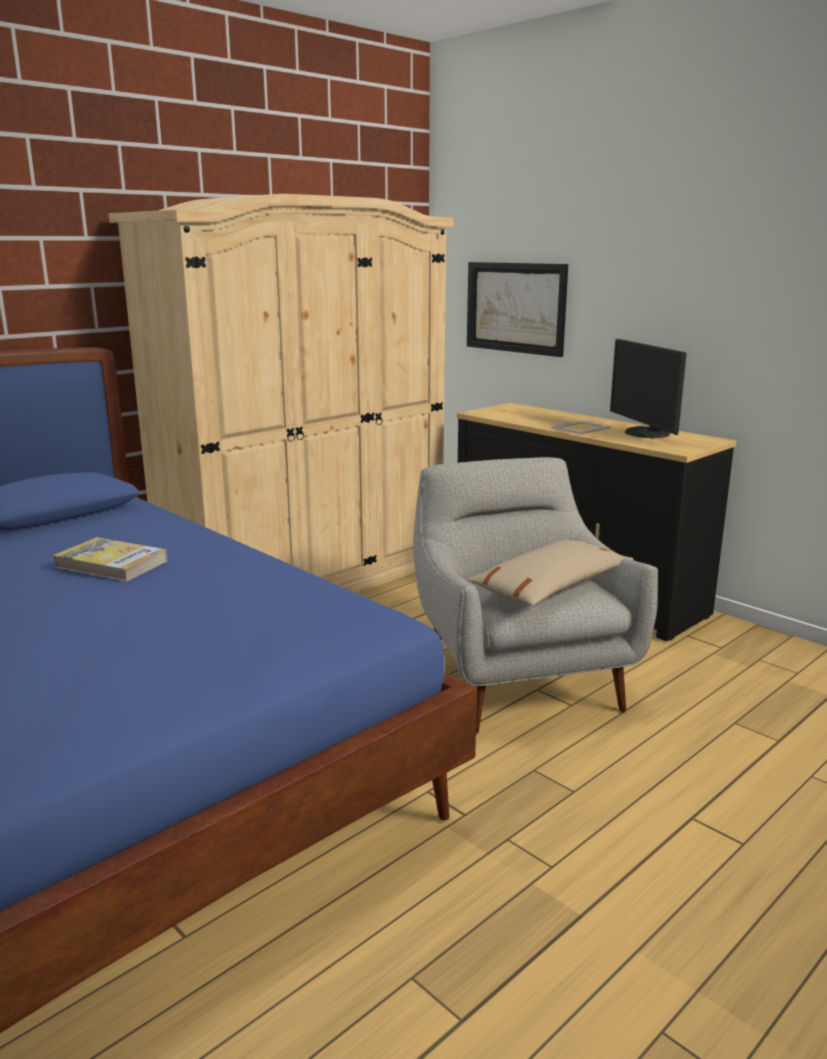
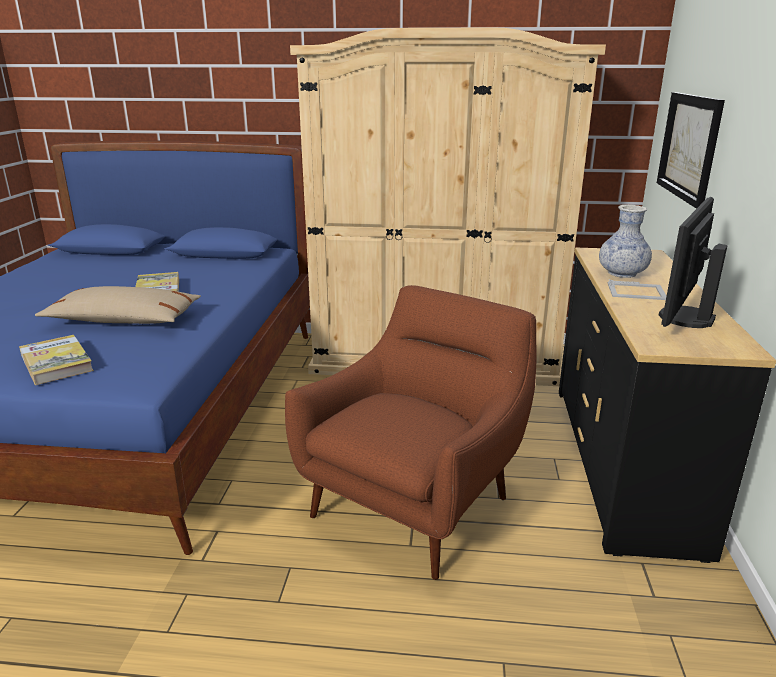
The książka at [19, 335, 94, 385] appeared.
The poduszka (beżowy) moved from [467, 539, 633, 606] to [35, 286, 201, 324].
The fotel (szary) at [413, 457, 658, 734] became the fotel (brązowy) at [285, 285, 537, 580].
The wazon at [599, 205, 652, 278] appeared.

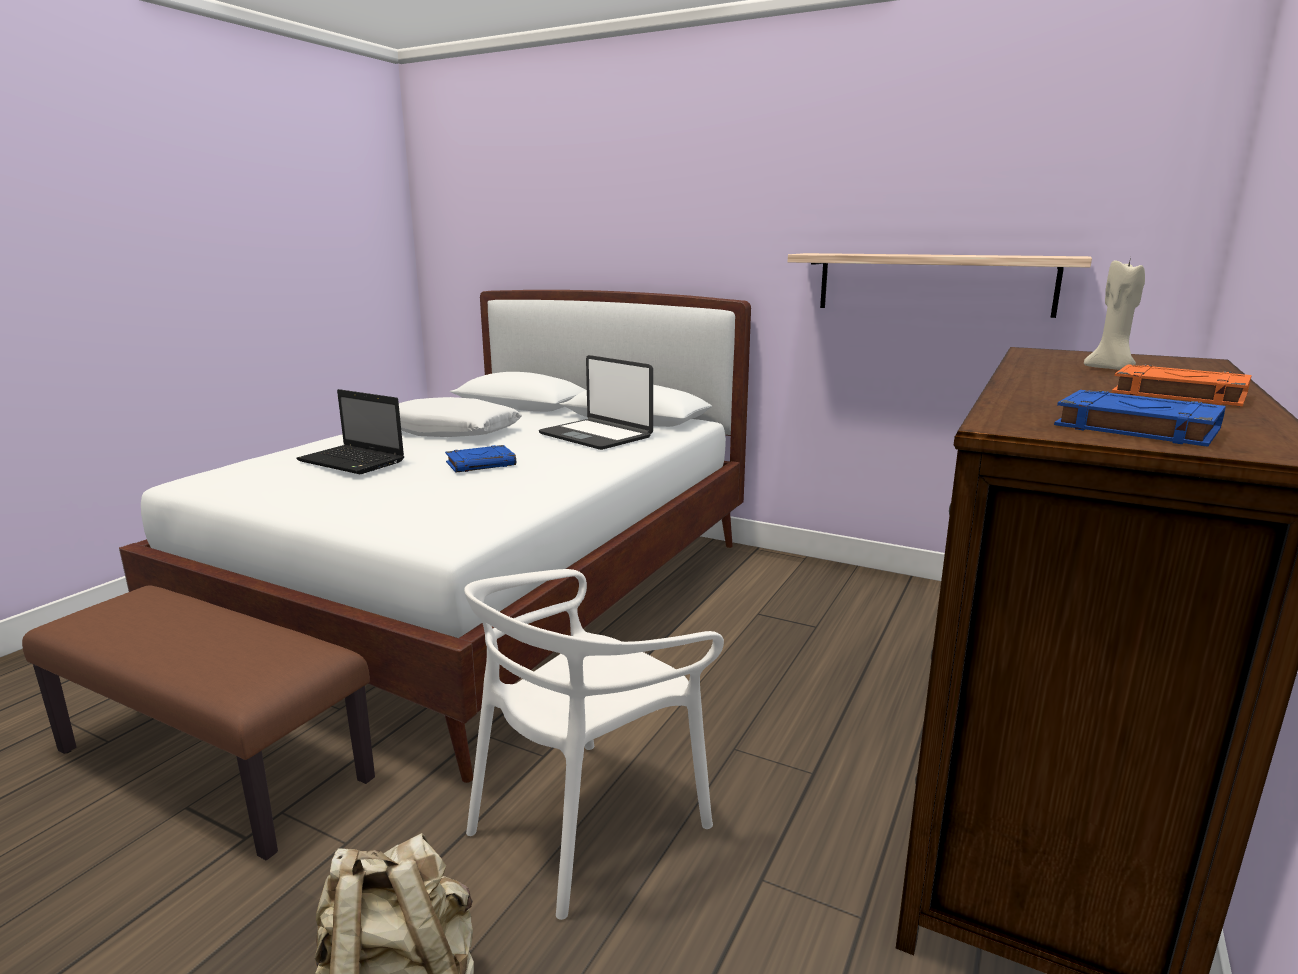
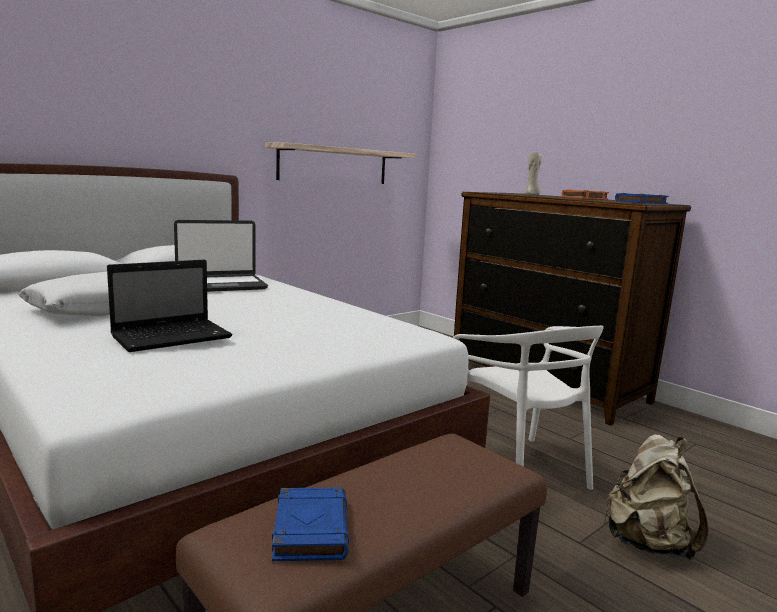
The książka (niebieski) moved from [445, 445, 516, 473] to [272, 488, 349, 561].

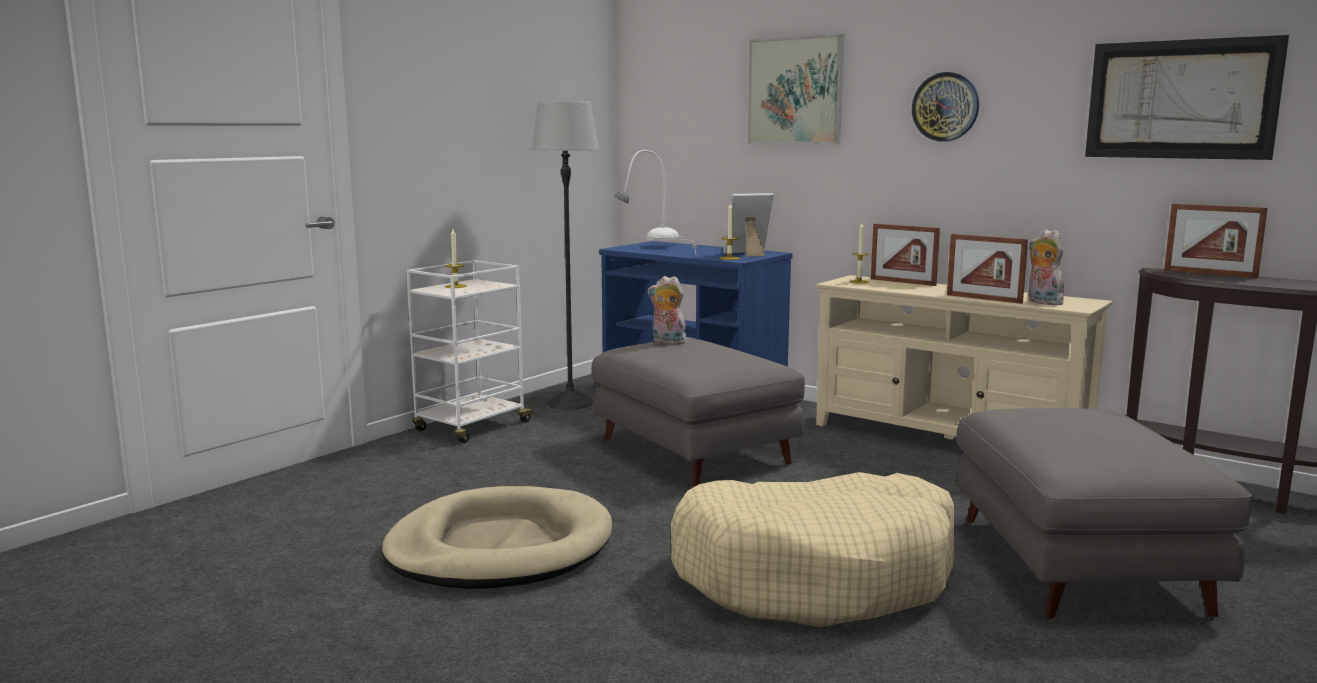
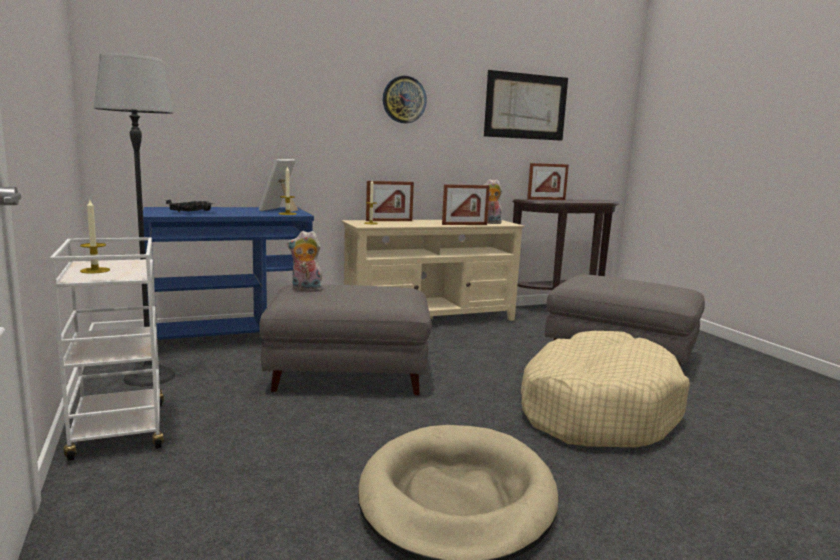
The lampa stołowa (biały) at [614, 150, 697, 255] was replaced by the taca (czarny) at [166, 200, 215, 212].
The pluszak at [648, 276, 686, 345] turned 45 degrees clockwise.
The obraz at [747, 34, 844, 144] disappeared.

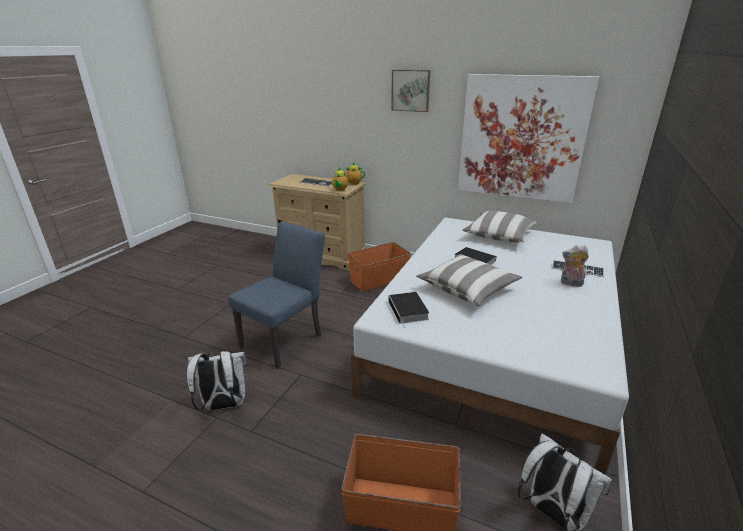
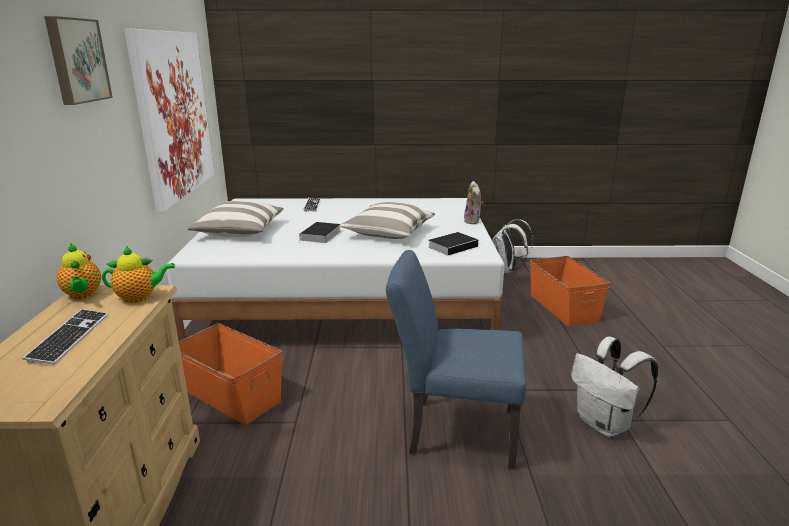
The pluszak moved from [561, 245, 589, 287] to [464, 181, 483, 224].

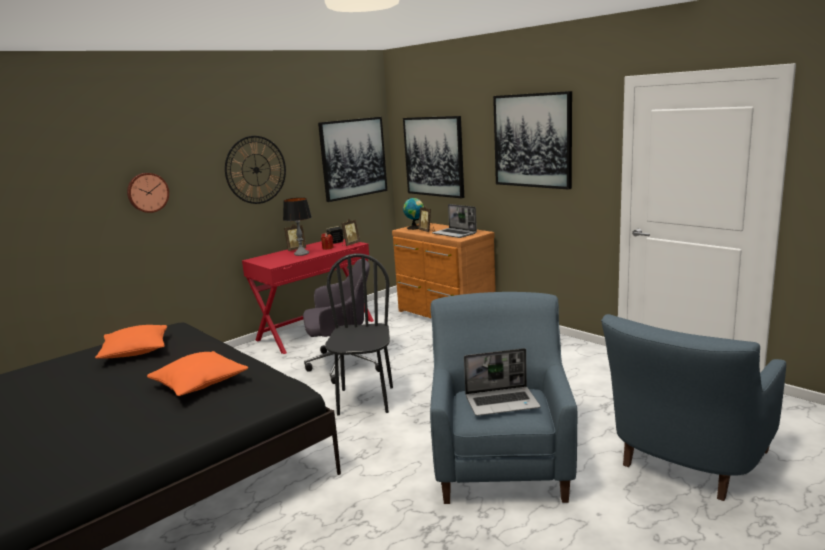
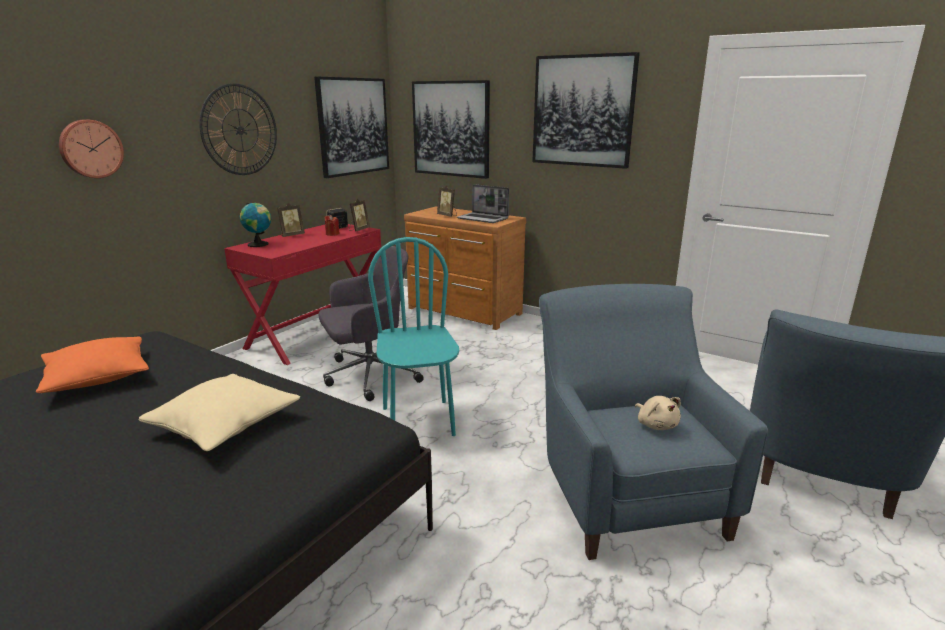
The poduszka (pomarańczowy) at [147, 351, 248, 396] became the poduszka (beżowy) at [139, 374, 300, 451].
The globus moved from [403, 198, 424, 230] to [240, 203, 271, 247].
The krzesło (czarny) at [325, 253, 393, 416] became the krzesło (turkusowy) at [368, 237, 459, 436].
The laptop at [464, 348, 541, 416] was replaced by the pluszak (beżowy) at [635, 396, 681, 430].
The lampa stołowa at [283, 198, 312, 256] disappeared.

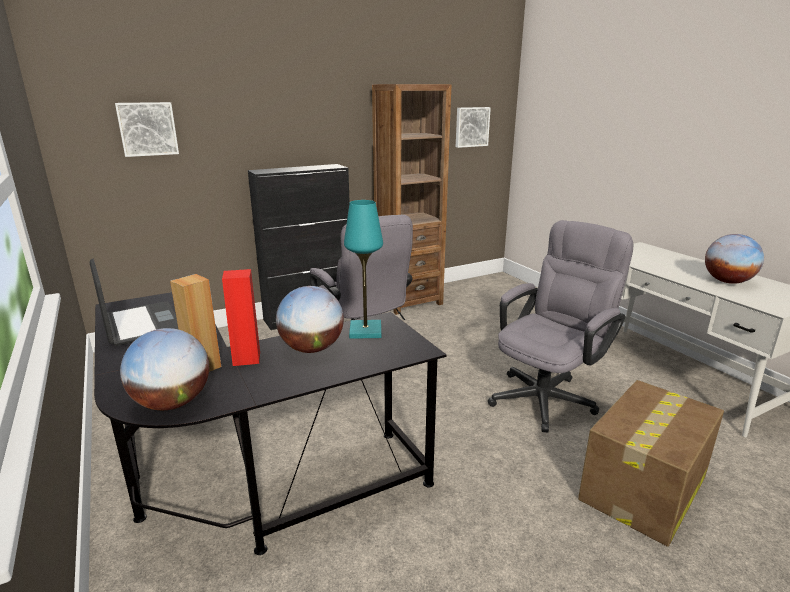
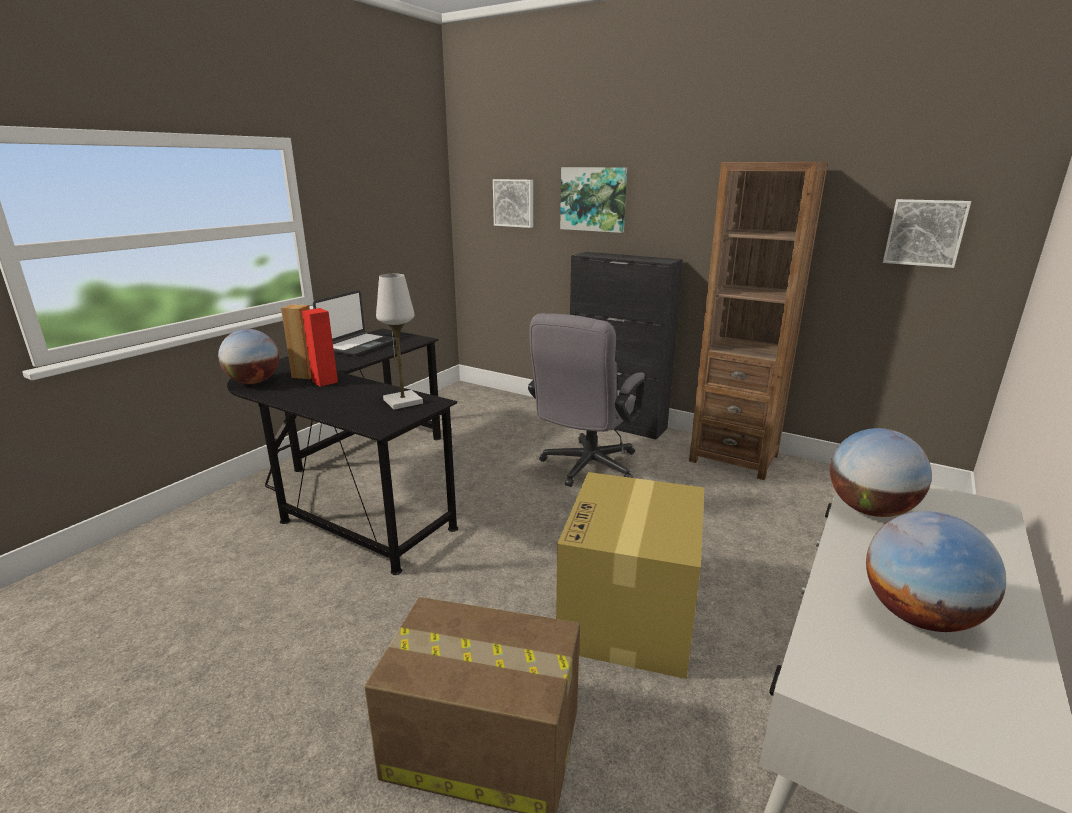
The lampa stołowa (turkusowy) at [344, 200, 383, 339] became the lampa stołowa (biały) at [376, 274, 423, 410].
The krzesło biurowe (szary) at [488, 220, 633, 433] was replaced by the karton at [556, 472, 704, 679].
The obraz at [560, 167, 627, 233] appeared.
The globus moved from [276, 286, 344, 353] to [830, 428, 932, 517].

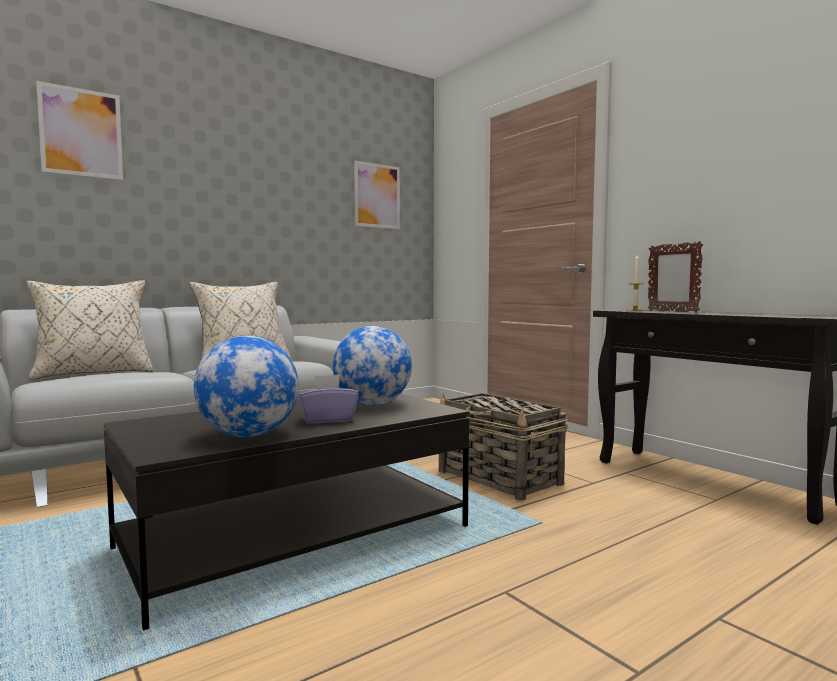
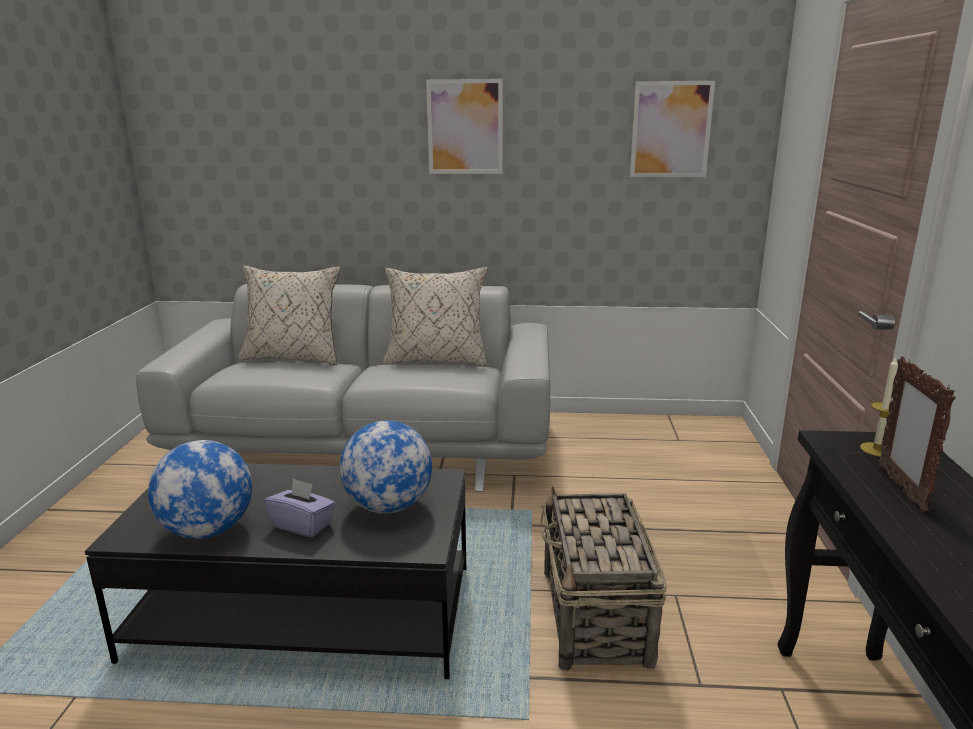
The obraz moved from [36, 81, 123, 180] to [426, 79, 503, 174].

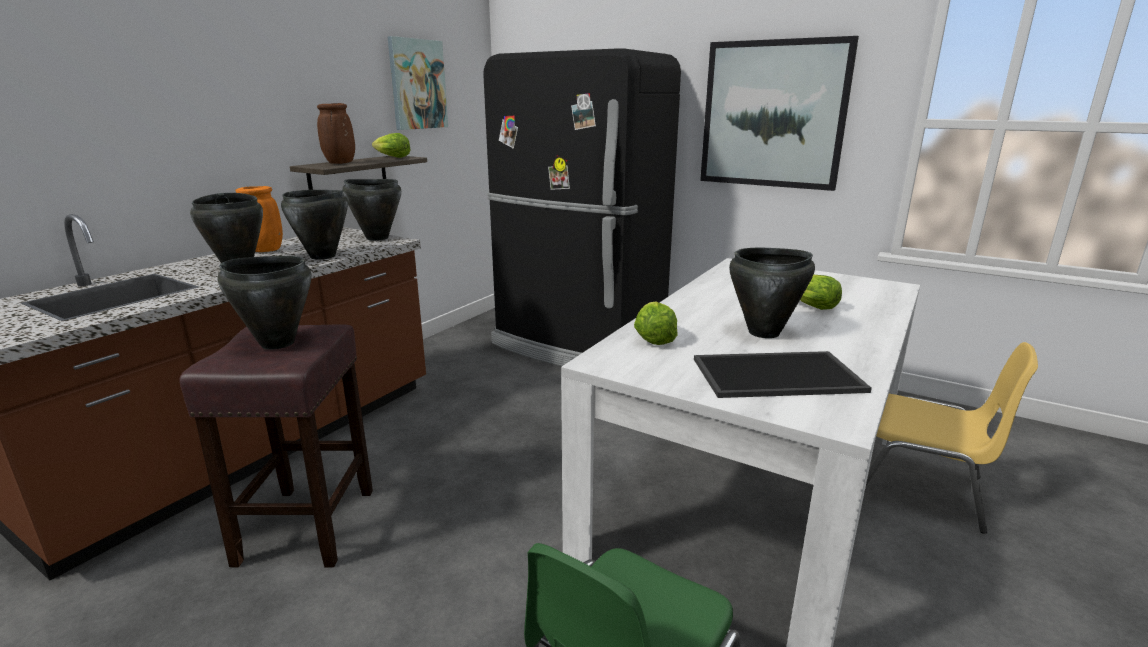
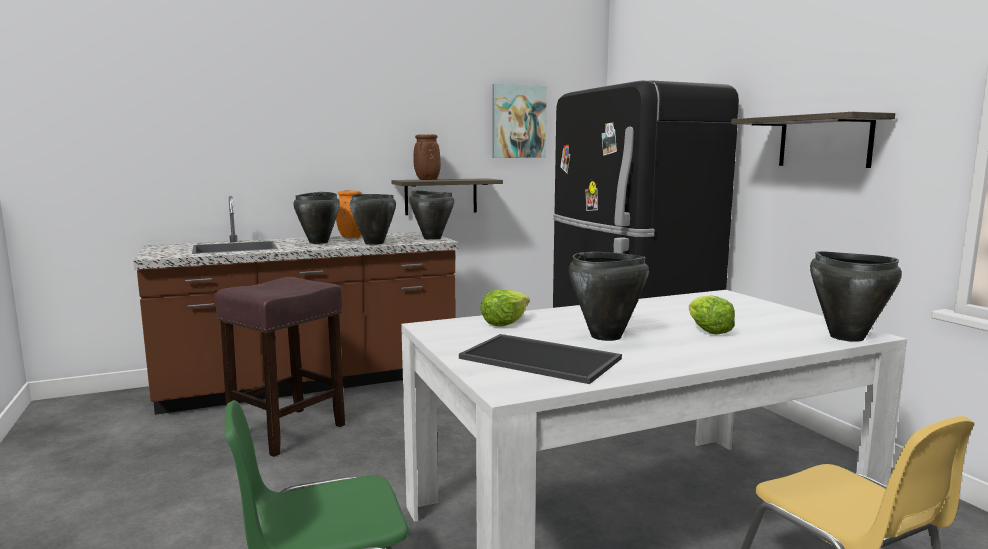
The obraz at [700, 36, 859, 191] was replaced by the półka at [731, 112, 895, 168].
The garnek (czarny) moved from [217, 256, 311, 350] to [810, 251, 902, 342].
The sałata at [372, 133, 410, 158] disappeared.

